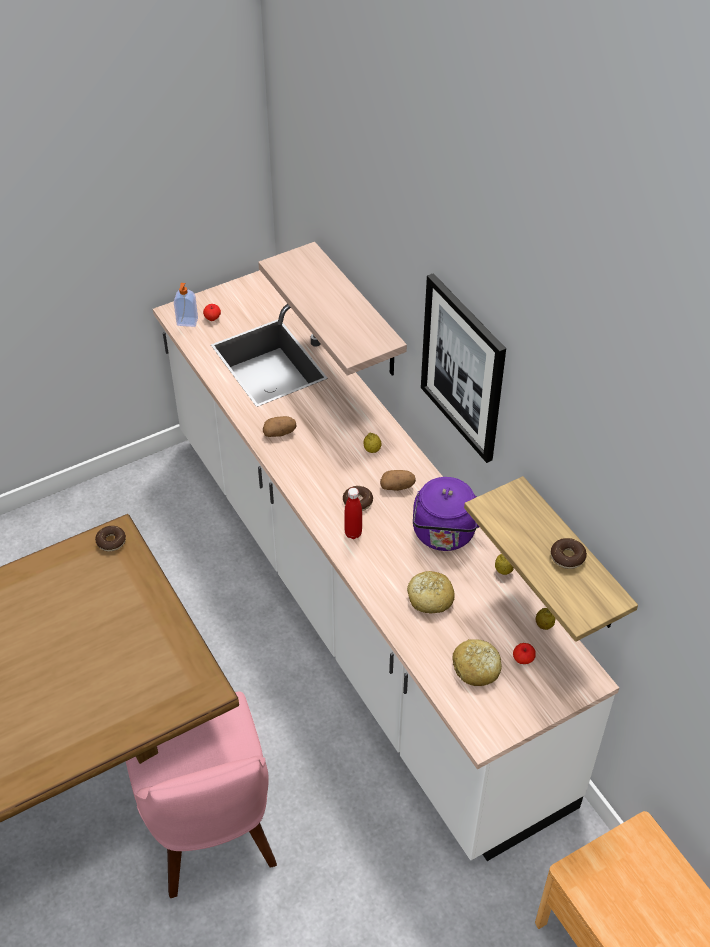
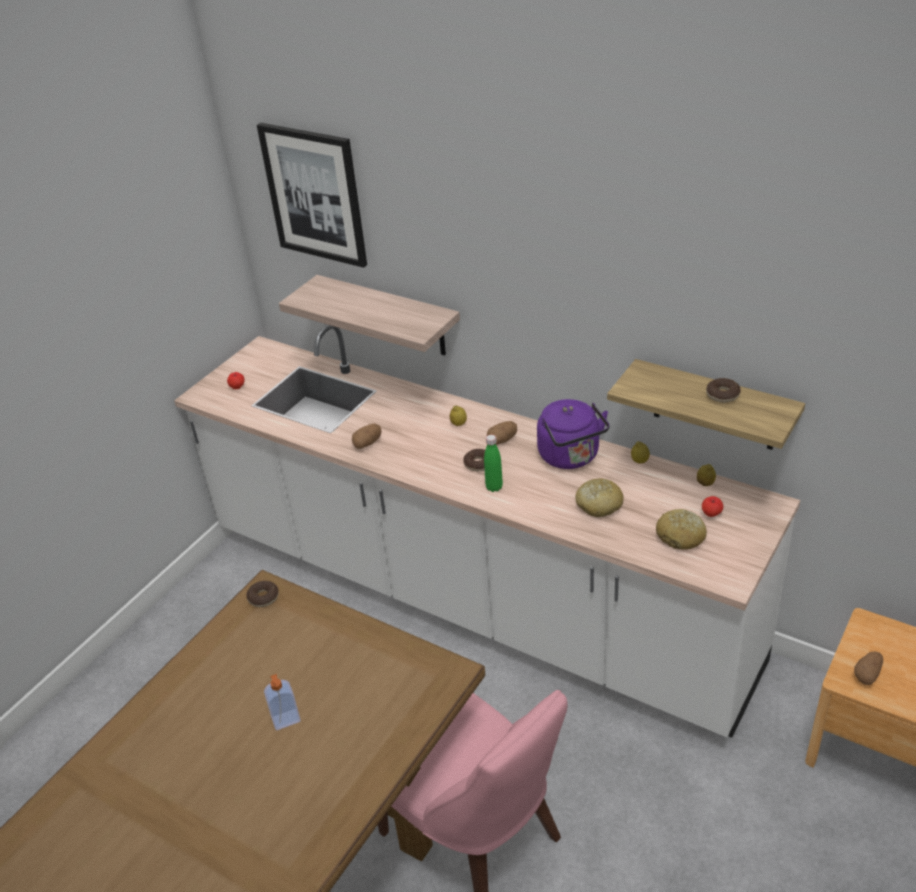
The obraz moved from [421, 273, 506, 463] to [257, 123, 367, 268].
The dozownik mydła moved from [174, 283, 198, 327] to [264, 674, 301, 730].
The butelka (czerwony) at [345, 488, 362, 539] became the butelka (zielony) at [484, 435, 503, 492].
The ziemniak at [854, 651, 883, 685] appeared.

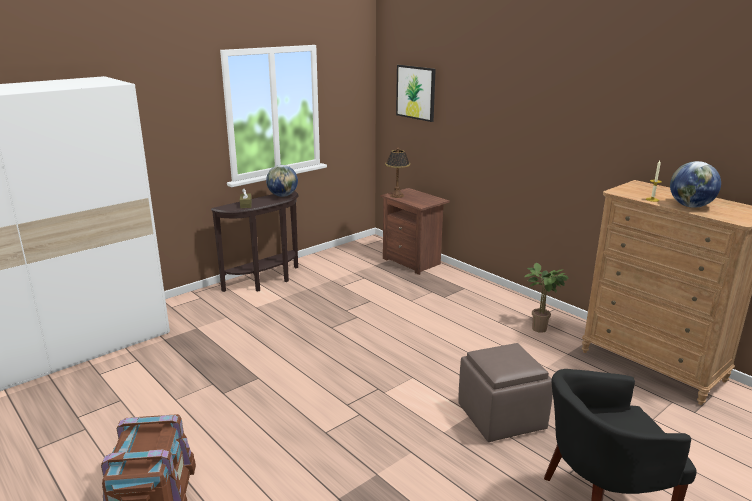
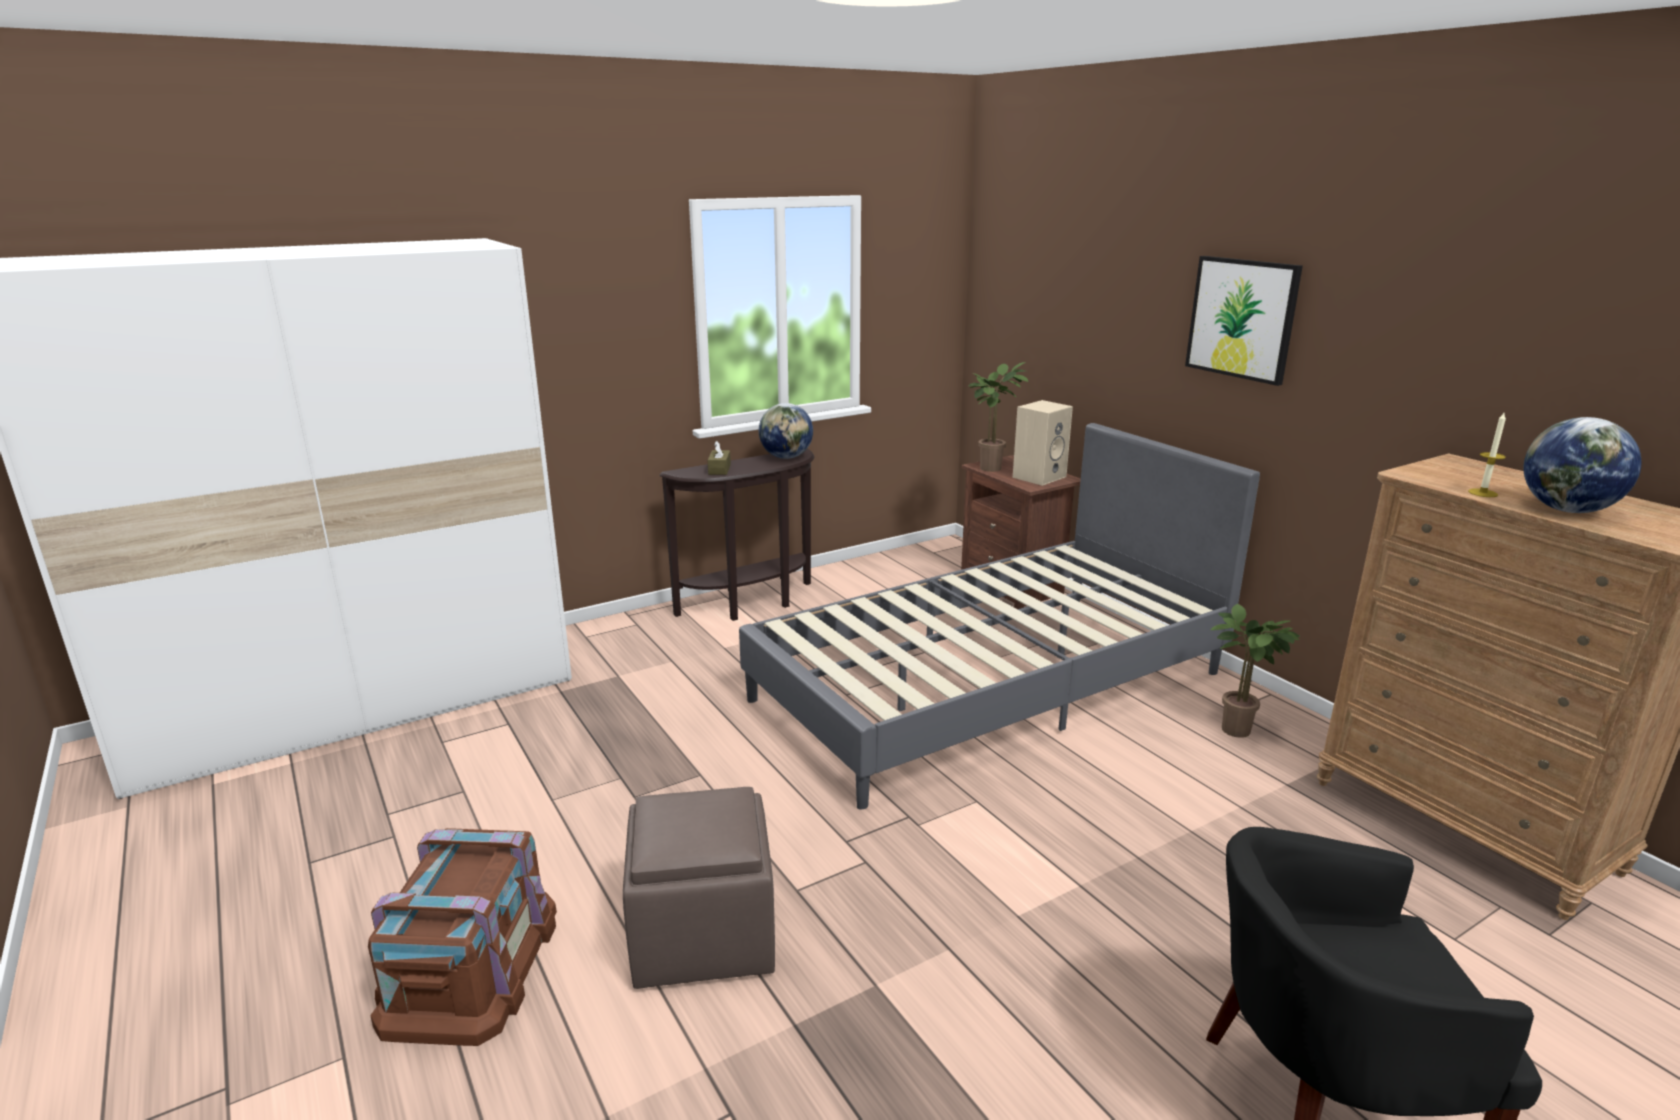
The pufa (brązowy) moved from [458, 343, 553, 442] to [623, 787, 775, 989].
The łóżko (szary) at [739, 423, 1260, 810] appeared.
The lampa stołowa at [385, 147, 410, 198] was replaced by the roślina doniczkowa at [969, 362, 1028, 472].
The głośnik (beżowy) at [1013, 400, 1073, 486] appeared.
The obraz moved from [396, 65, 436, 122] to [1185, 256, 1303, 386].

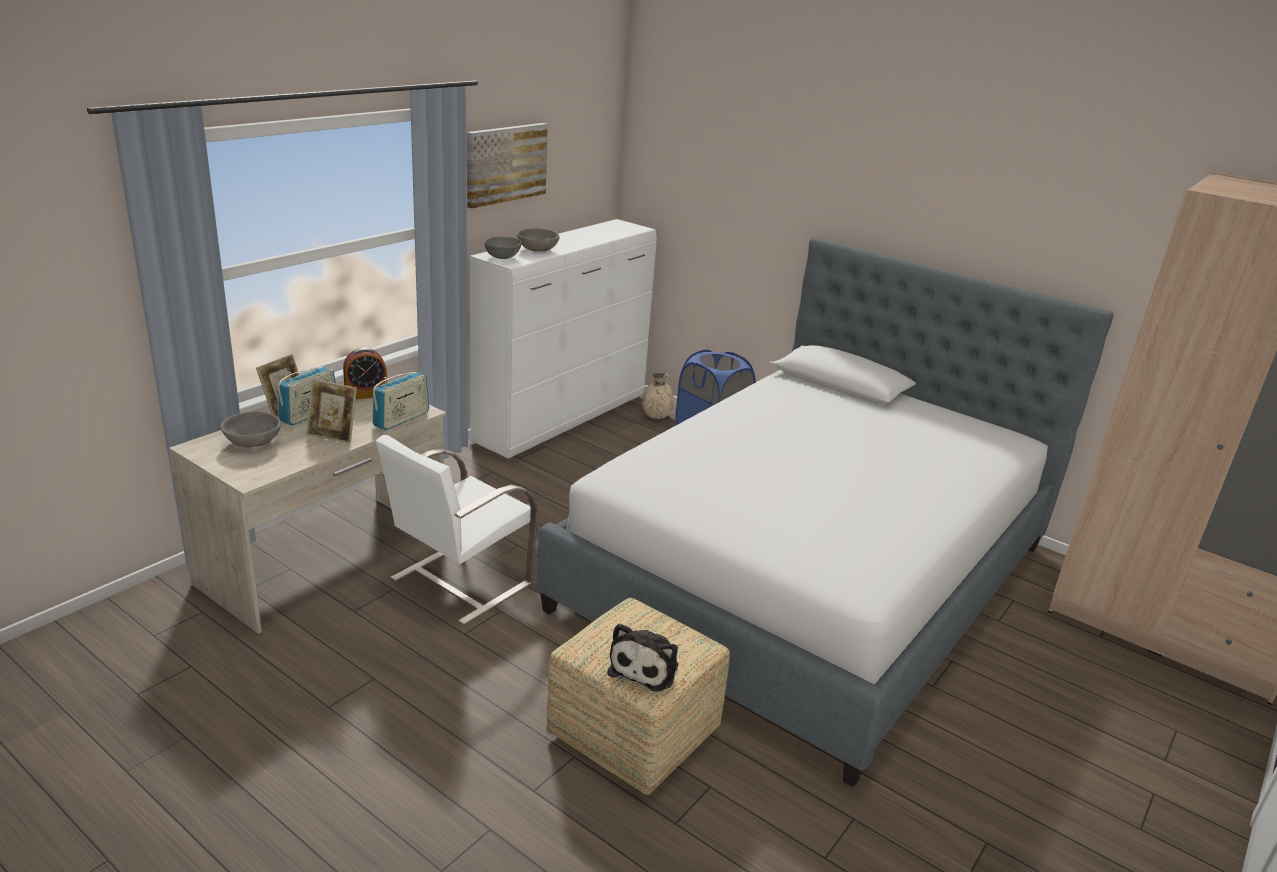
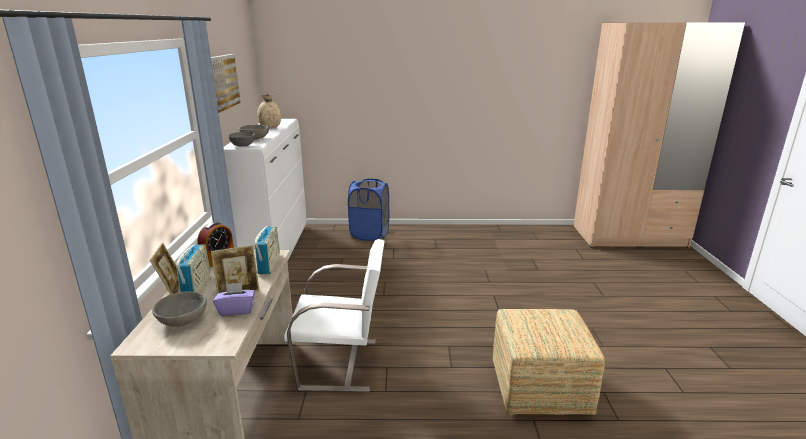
The pudełko chusteczek (fioletowy) at [213, 283, 255, 316] appeared.
The wazon (beżowy) moved from [642, 372, 674, 419] to [257, 94, 281, 128].
The krzesło (biały) at [376, 435, 538, 626] turned 90 degrees counterclockwise.
The łóżko at [537, 237, 1114, 787] disappeared.
The pluszak at [607, 623, 678, 692] disappeared.

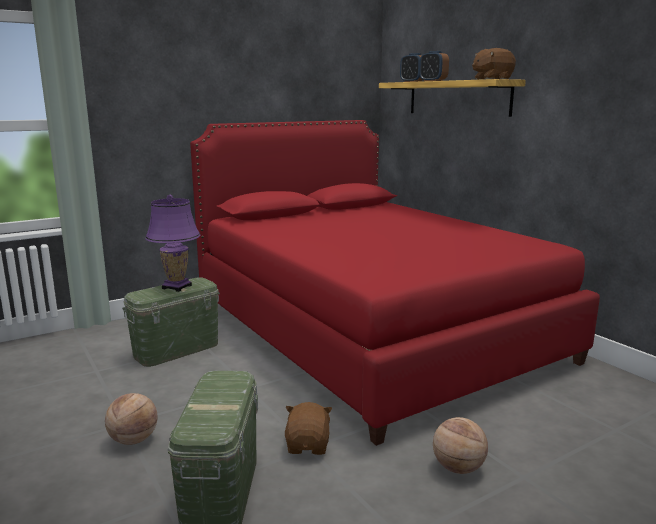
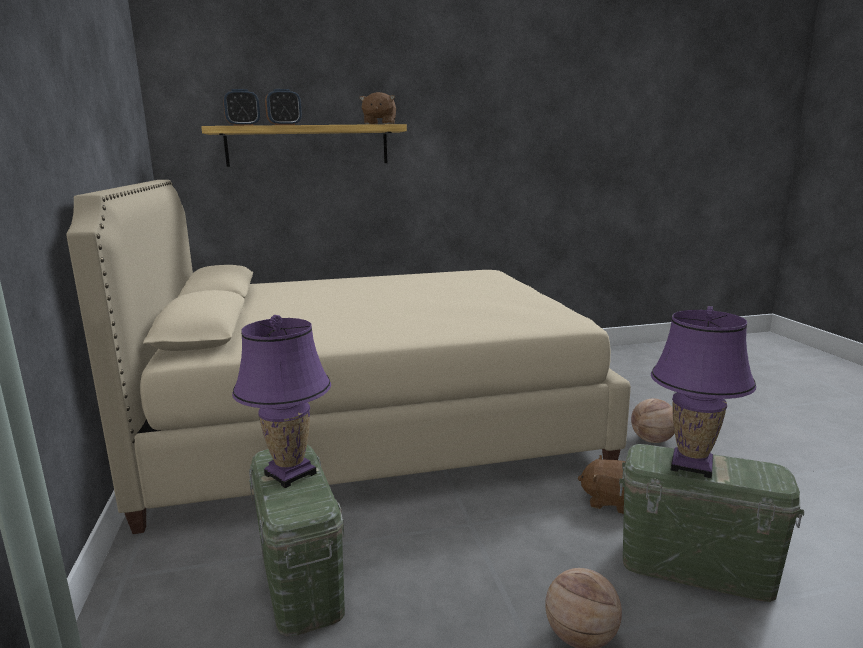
The łóżko (czerwony) at [190, 120, 600, 446] became the łóżko (beżowy) at [66, 180, 631, 534].
The lampa stołowa (fioletowy) at [651, 306, 756, 478] appeared.

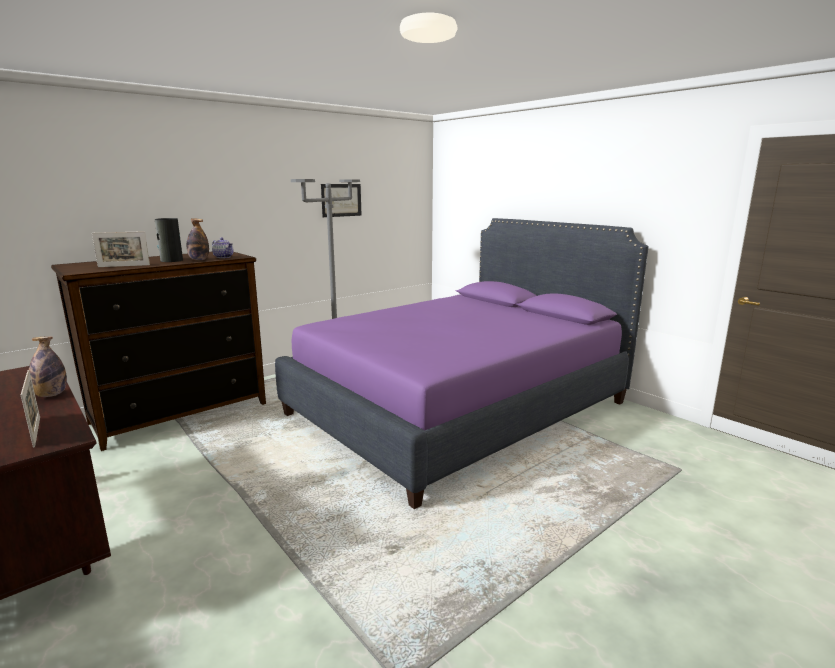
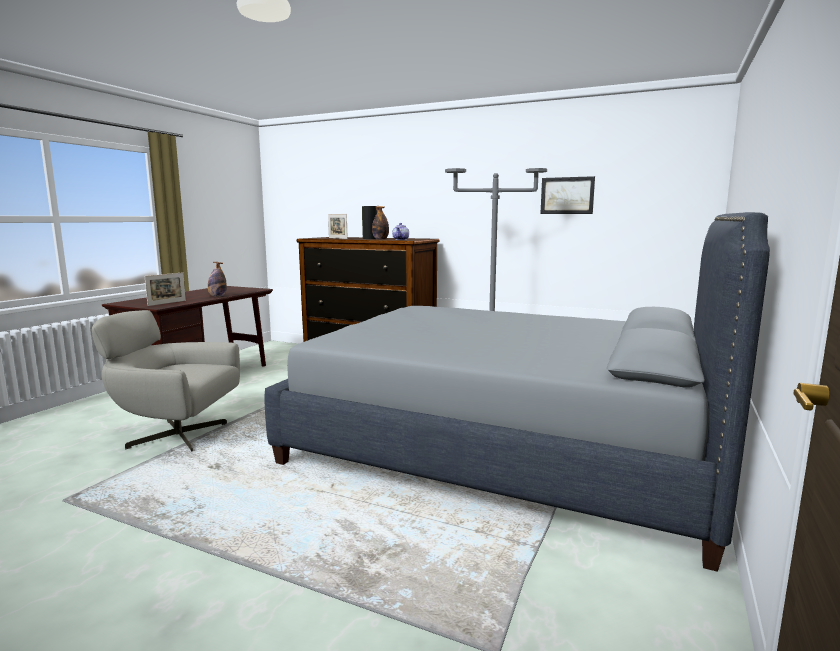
The fotel (szary) at [92, 310, 240, 451] appeared.
The łóżko (fioletowy) at [275, 218, 649, 509] became the łóżko (szary) at [265, 212, 770, 572].

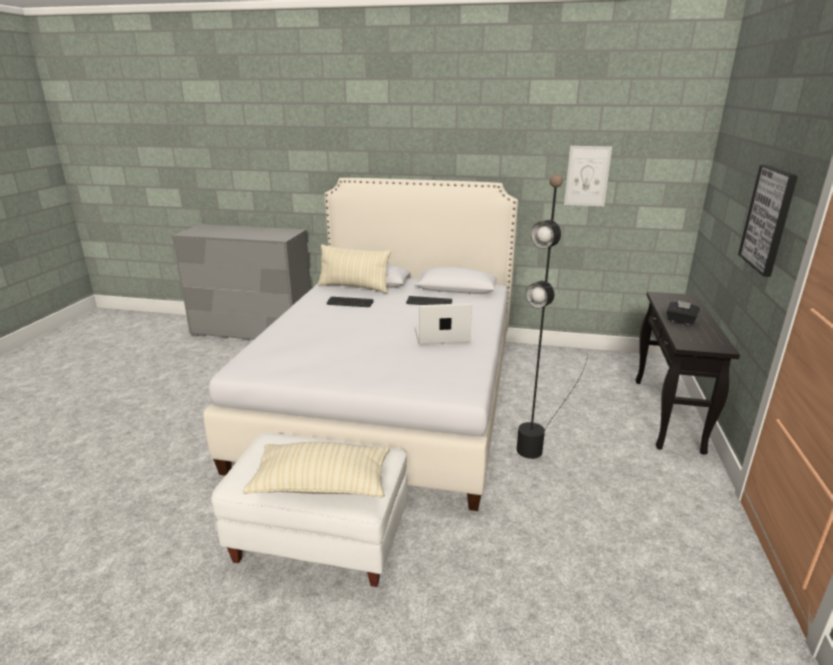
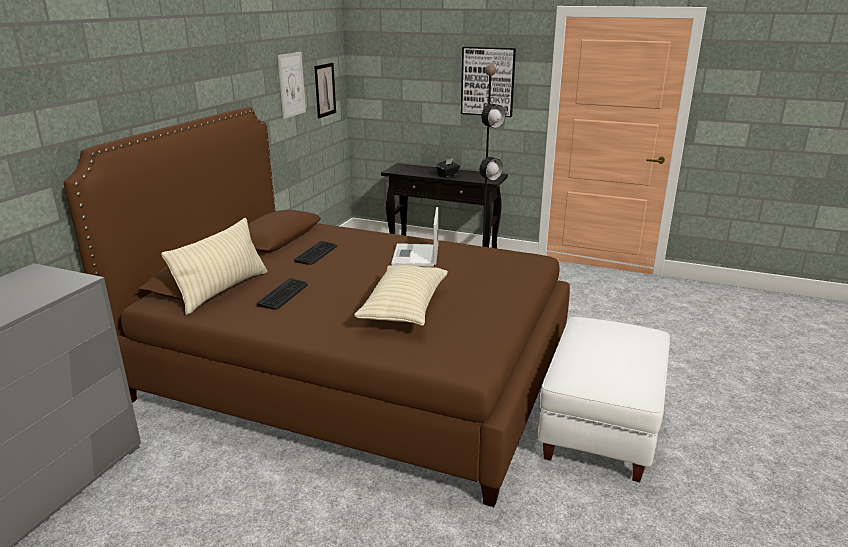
The łóżko (biały) at [203, 178, 518, 511] became the łóżko (brązowy) at [63, 107, 570, 507].
The obraz at [314, 63, 336, 118] appeared.
The poduszka (beżowy) moved from [243, 442, 390, 498] to [354, 265, 448, 326].

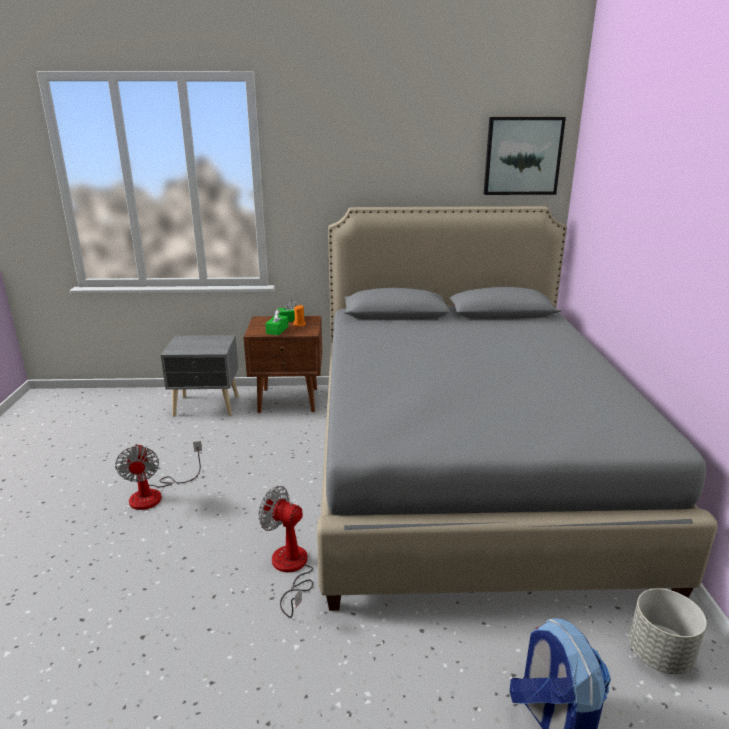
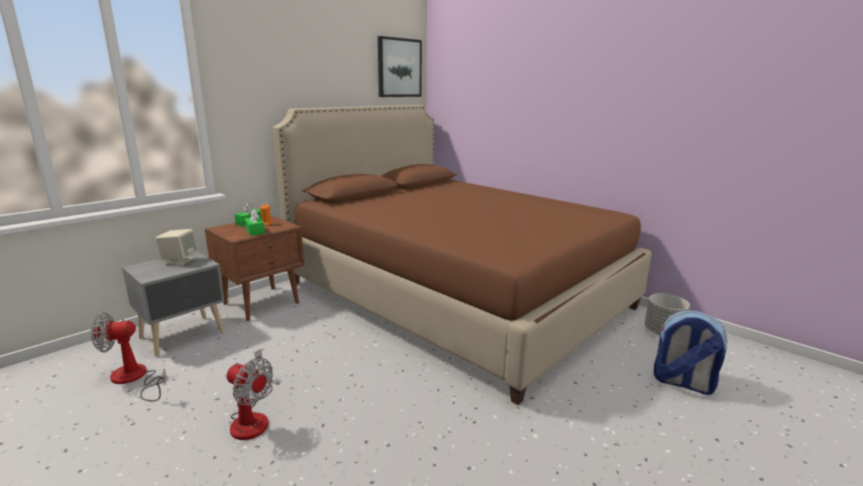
The wentylator moved from [258, 486, 313, 618] to [91, 312, 167, 401].
The głośnik (beżowy) at [156, 229, 197, 265] appeared.
The łóżko (szary) at [317, 206, 718, 611] became the łóżko (brązowy) at [272, 105, 652, 405].

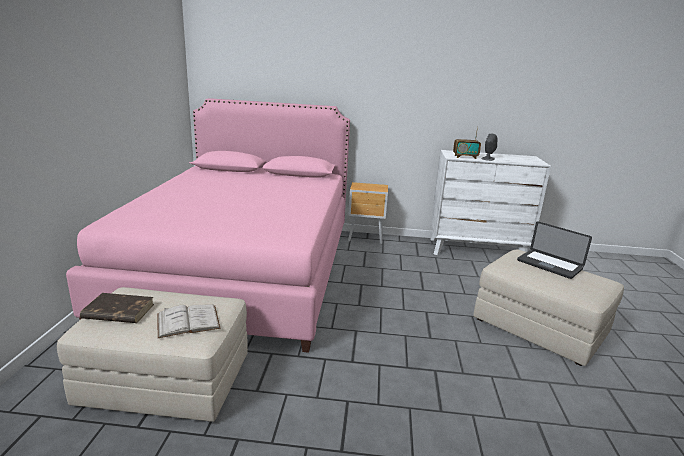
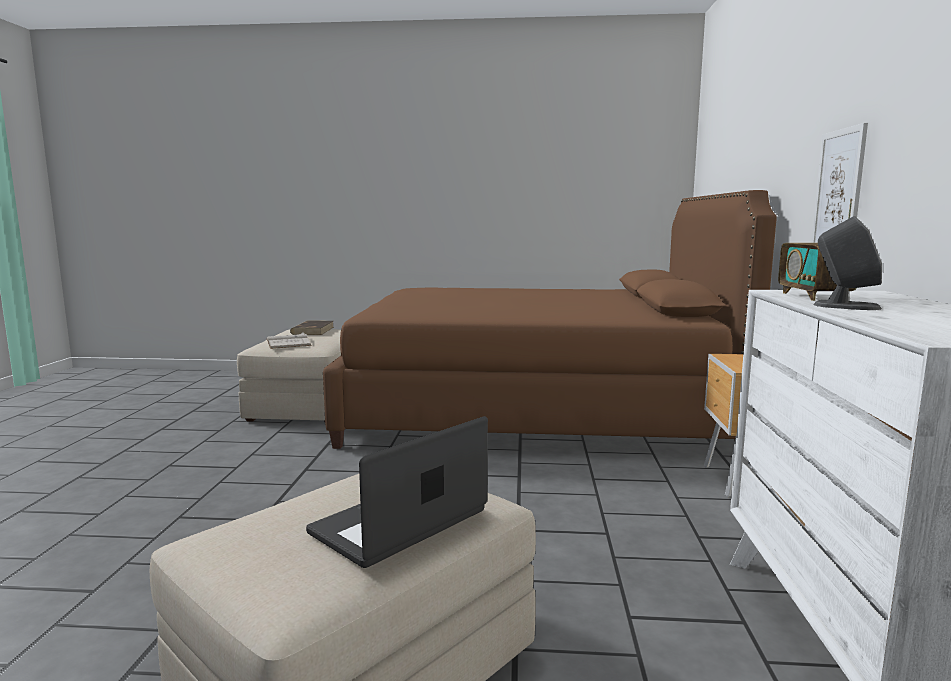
The łóżko (różowy) at [66, 98, 350, 353] became the łóżko (brązowy) at [323, 190, 777, 449].
The obraz at [811, 123, 868, 243] appeared.

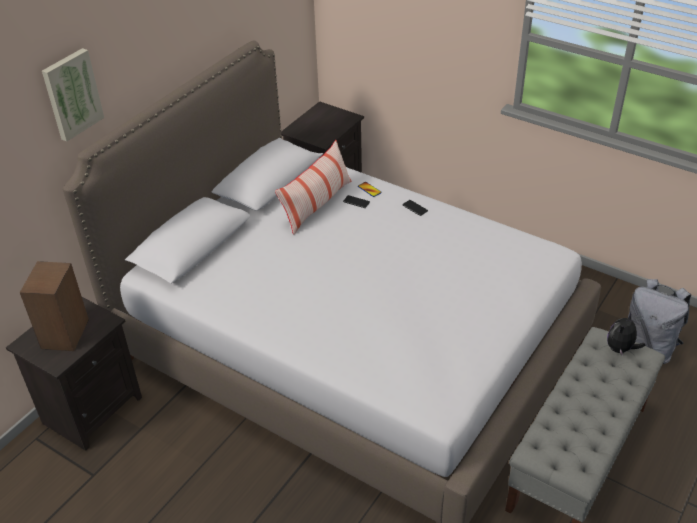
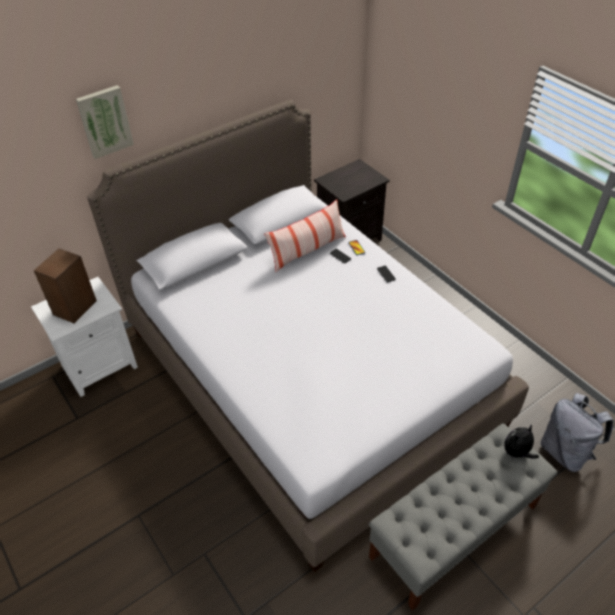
The szafka nocna (czarny) at [6, 297, 142, 451] became the szafka nocna (biały) at [31, 277, 138, 397].

